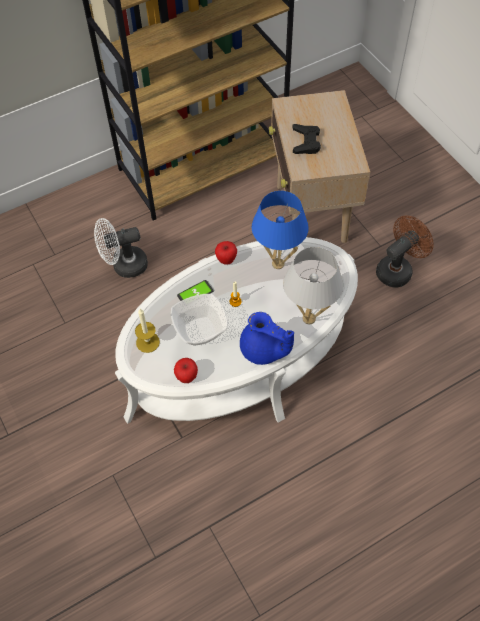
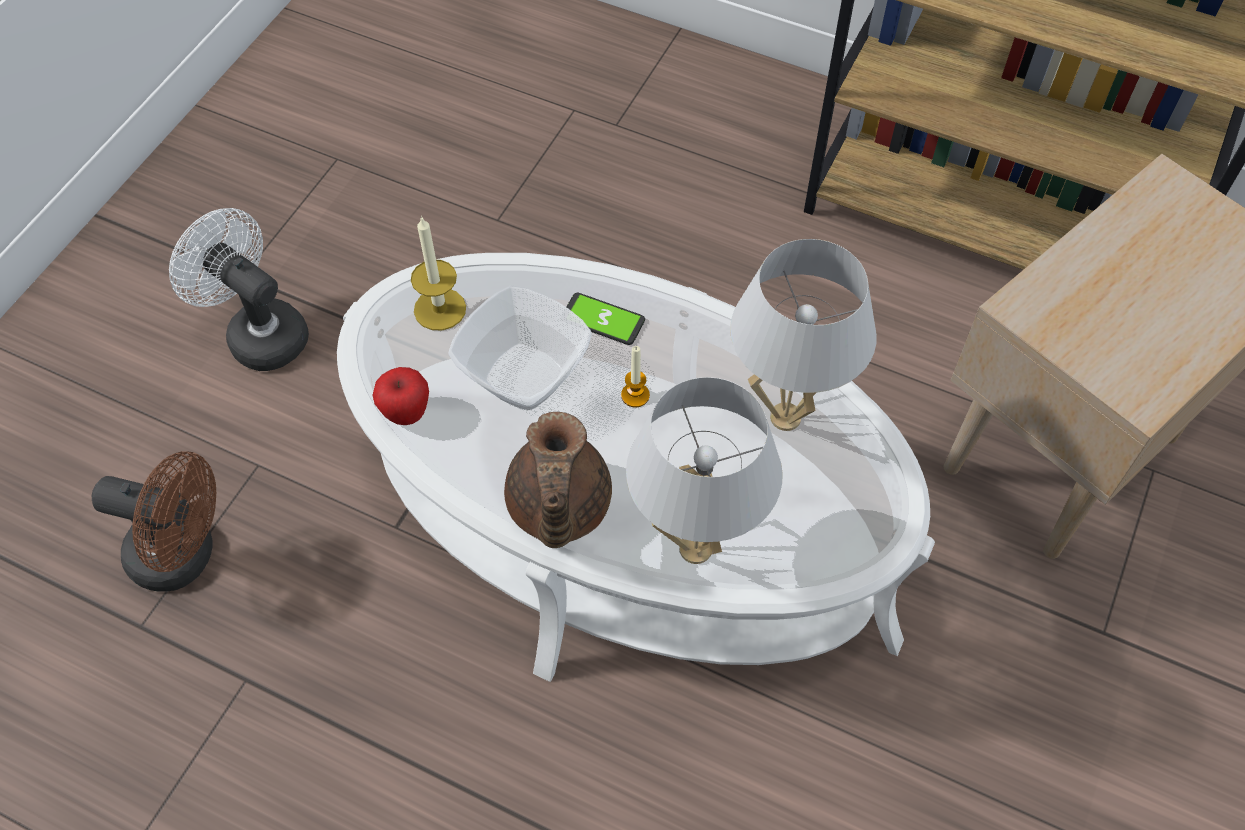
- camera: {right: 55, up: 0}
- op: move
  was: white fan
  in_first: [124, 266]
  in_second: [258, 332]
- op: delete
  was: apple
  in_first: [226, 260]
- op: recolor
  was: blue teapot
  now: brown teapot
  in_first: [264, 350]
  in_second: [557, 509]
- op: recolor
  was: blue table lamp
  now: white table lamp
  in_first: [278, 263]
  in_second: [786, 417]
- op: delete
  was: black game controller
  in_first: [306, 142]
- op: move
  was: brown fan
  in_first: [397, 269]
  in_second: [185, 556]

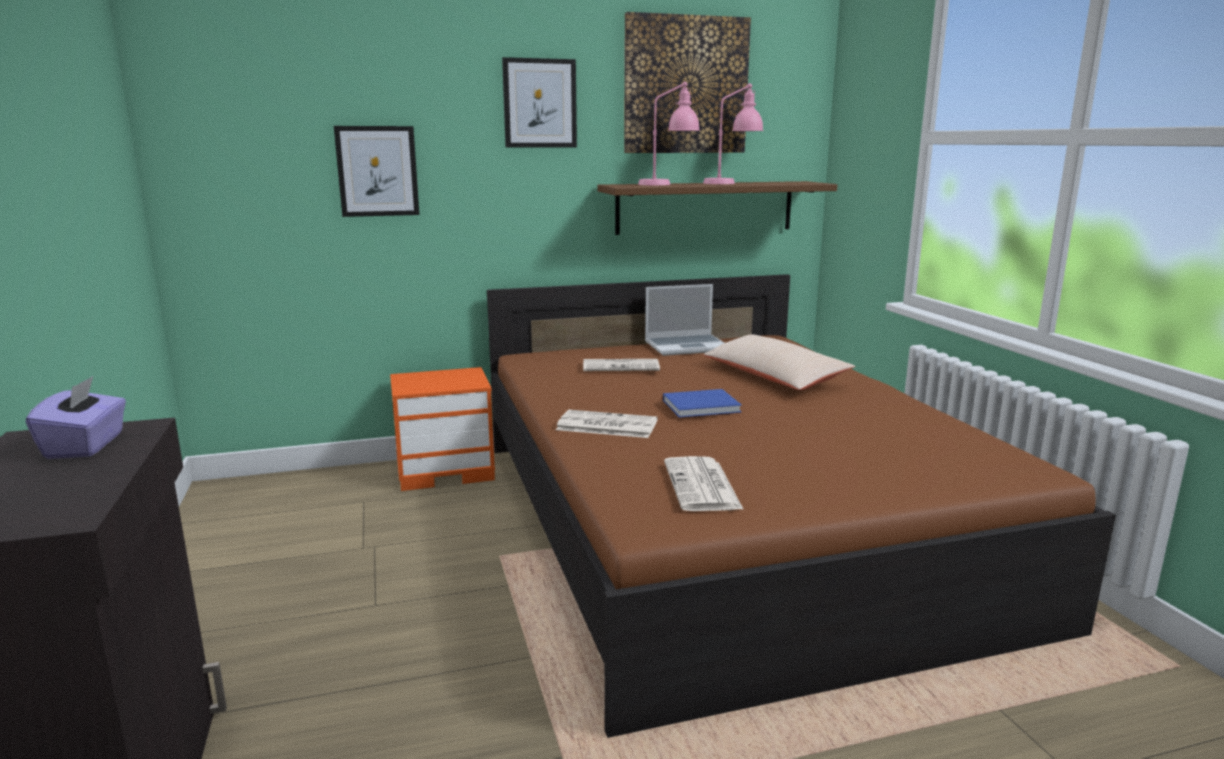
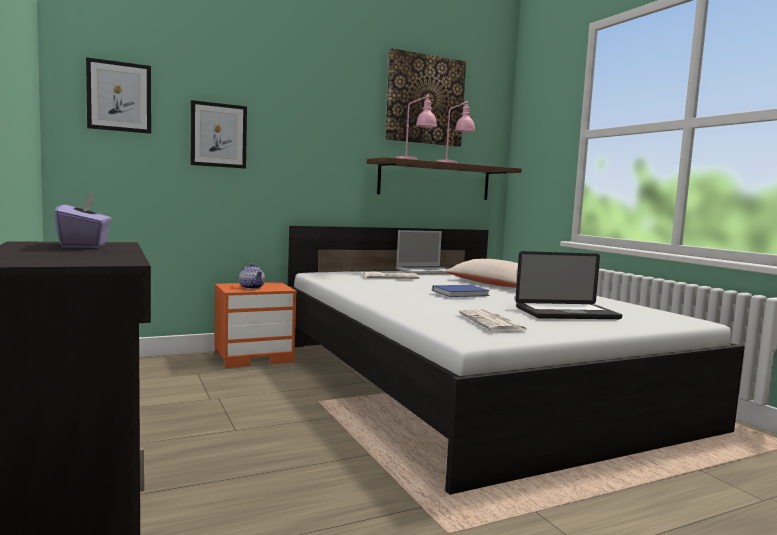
- camera: {right: -10, up: -10}
- op: recolor
  was: brown bed
  now: white bed
  in_first: [722, 523]
  in_second: [469, 382]
- op: move
  was: picture
  in_first: [540, 103]
  in_second: [119, 96]
- op: delete
  was: newspaper
  in_first: [605, 425]
- op: insert
  now: teapot
  in_second: [252, 287]
- op: insert
  now: laptop
  in_second: [566, 313]

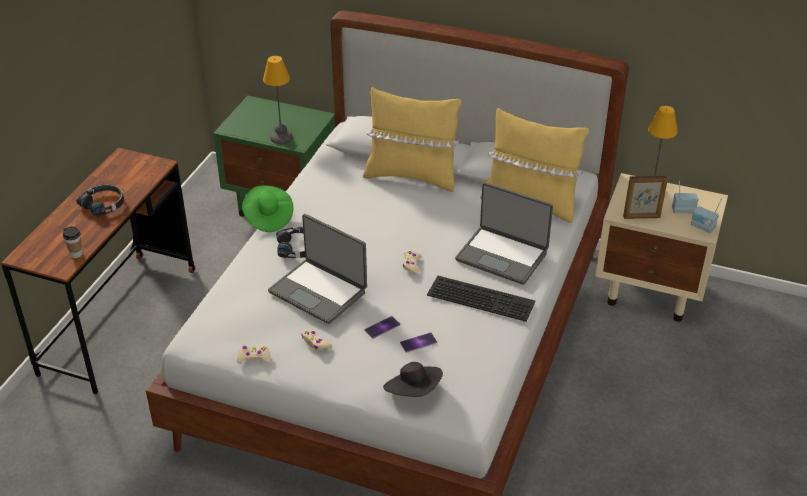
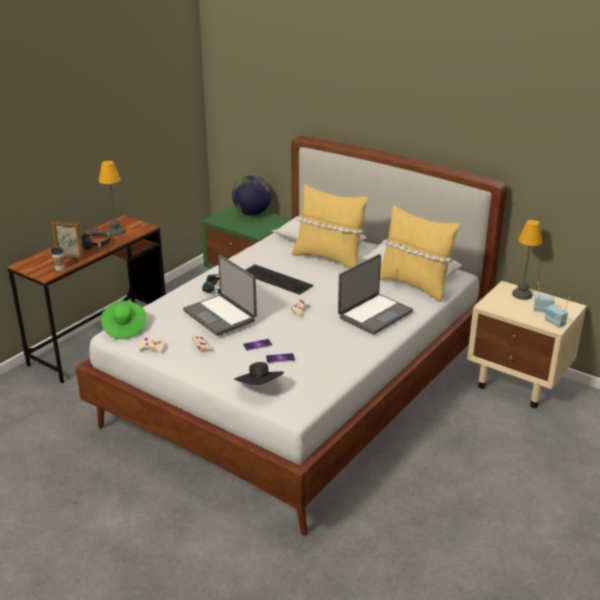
- camera: {right: 15, up: -10}
- op: move
  was: green hat
  in_first: [268, 218]
  in_second: [124, 328]
- op: move
  was: table lamp
  in_first: [282, 137]
  in_second: [116, 232]
- op: move
  was: keyboard
  in_first: [482, 297]
  in_second: [278, 279]
- op: rotate
  was: laptop
  in_first: [502, 255]
  in_second: [374, 314]
  clockwise: -90
- op: move
  was: picture frame
  in_first: [642, 217]
  in_second: [70, 257]
- op: insert
  now: globe
  in_second: [252, 213]

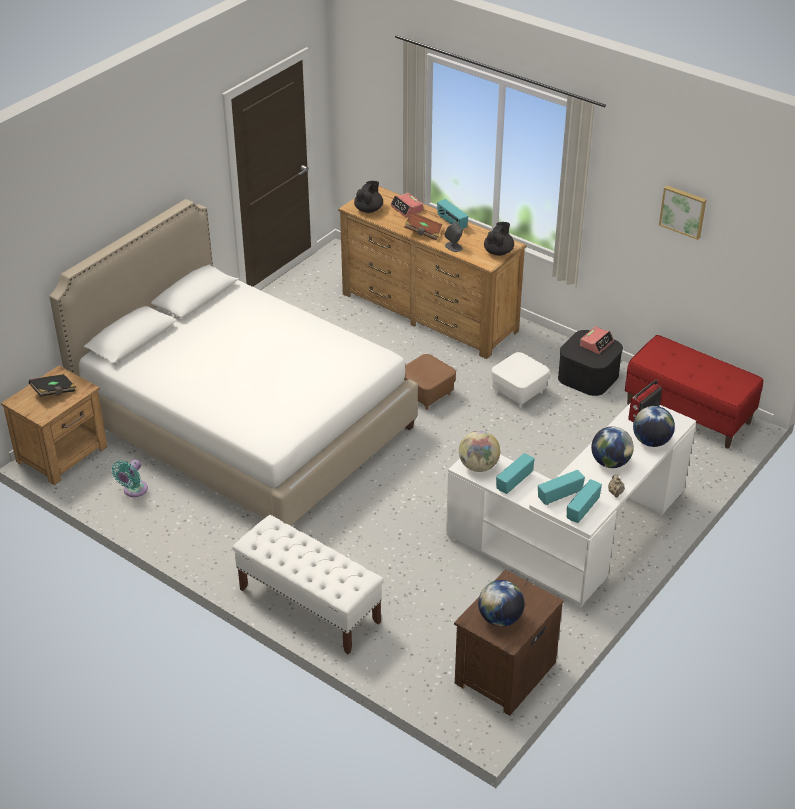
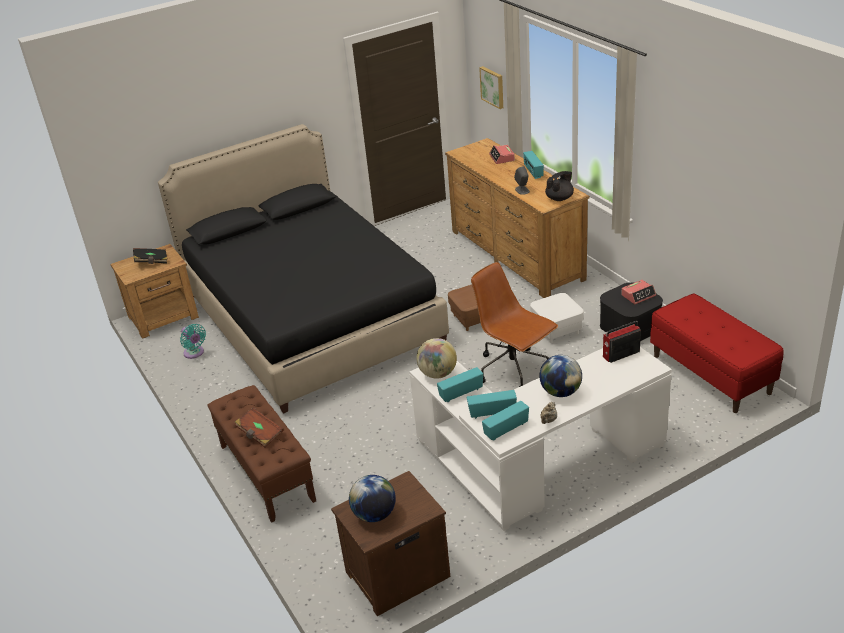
- camera: {right: 25, up: -5}
- op: recolor
  was: white bed
  now: black bed
  in_first: [244, 424]
  in_second: [311, 318]
- op: rotate
  was: turquoise fan
  in_first: [133, 490]
  in_second: [195, 353]
  clockwise: -90
- op: recolor
  was: white bench
  now: brown bench
  in_first: [309, 605]
  in_second: [266, 473]
- op: delete
  was: black teapot
  in_first: [369, 209]
- op: move
  was: brown book
  in_first: [423, 232]
  in_second: [260, 434]
- op: delete
  was: globe
  in_first: [651, 441]
- op: move
  was: picture
  in_first: [683, 211]
  in_second: [493, 87]
- op: insert
  now: brown office chair
  in_second: [514, 370]

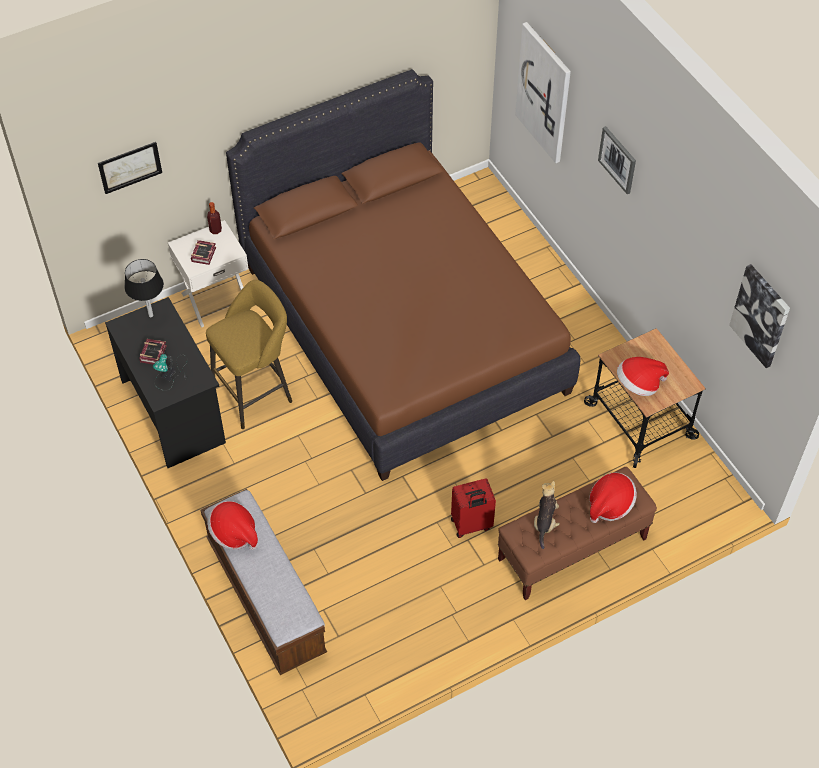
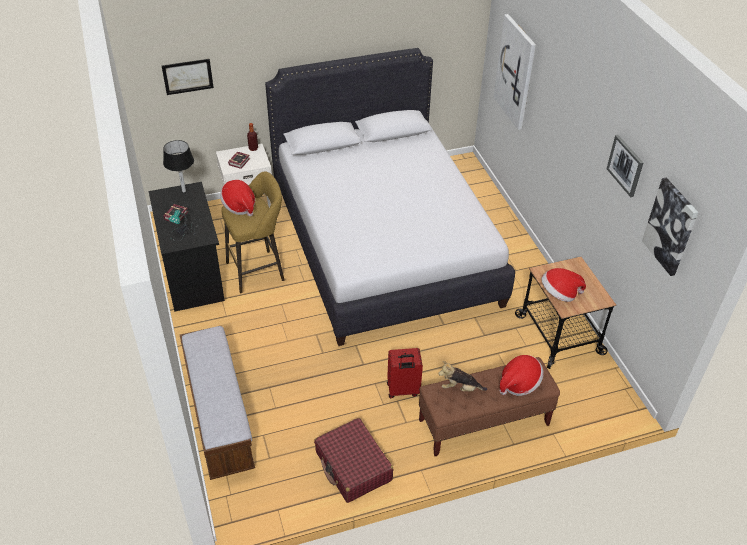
- camera: {right: 10, up: -10}
- op: move
  was: hat
  in_first: [234, 533]
  in_second: [239, 206]
- op: recolor
  was: brown bed
  now: white bed
  in_first: [403, 329]
  in_second: [383, 244]
- op: rotate
  was: plush toy
  in_first: [545, 522]
  in_second: [460, 388]
  clockwise: -105
- op: move
  was: picture
  in_first: [618, 159]
  in_second: [625, 165]
- op: insert
  now: red suitcase
  in_second: [353, 466]

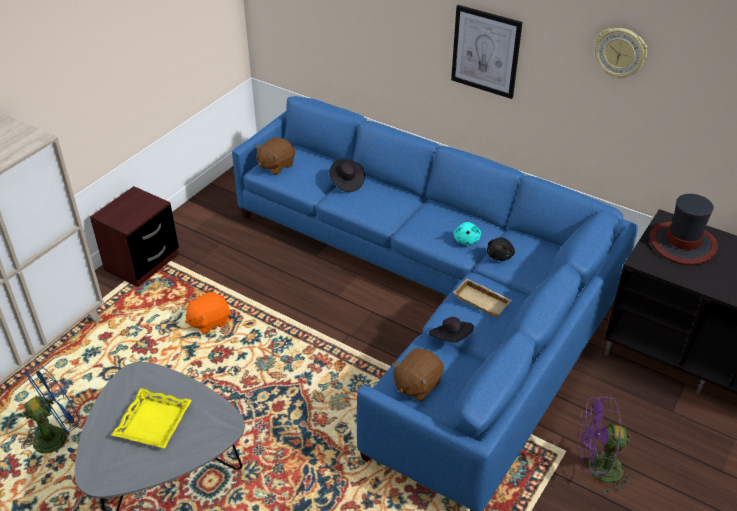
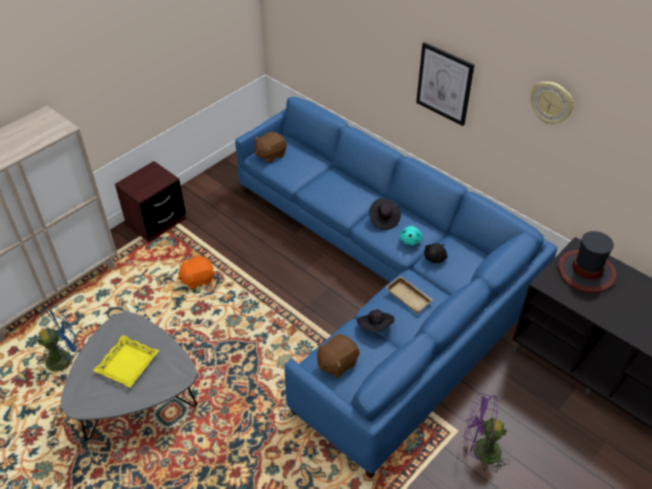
- camera: {right: 10, up: 5}
- op: move
  was: black hat
  in_first: [346, 182]
  in_second: [383, 220]

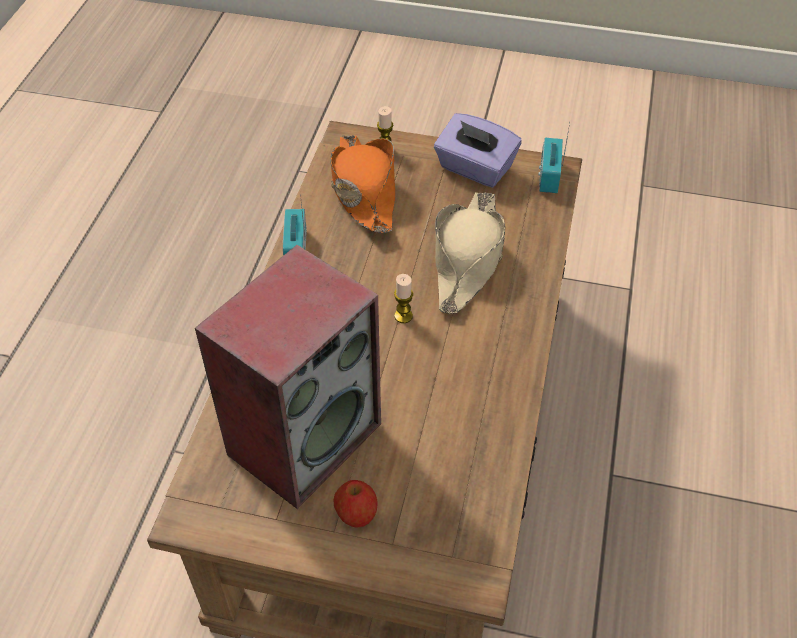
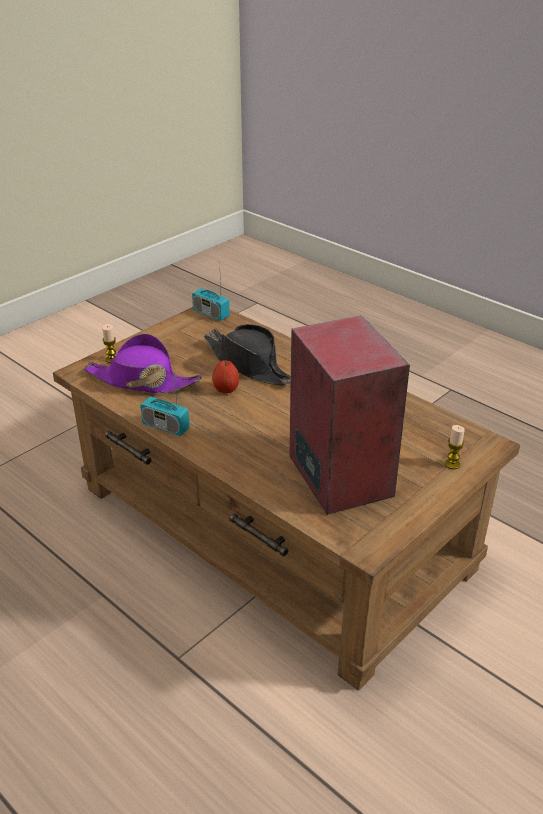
- camera: {right: -60, up: -15}
- op: recolor
  was: orange hat
  now: purple hat
  in_first: [364, 190]
  in_second: [142, 381]
- op: move
  was: apple
  in_first: [356, 515]
  in_second: [226, 390]
- op: move
  was: candle
  in_first: [403, 316]
  in_second: [452, 464]
- op: delete
  was: purple tissue box
  in_first: [474, 169]
- op: recolor
  was: beige hat
  now: black hat
  in_first: [467, 259]
  in_second: [248, 364]

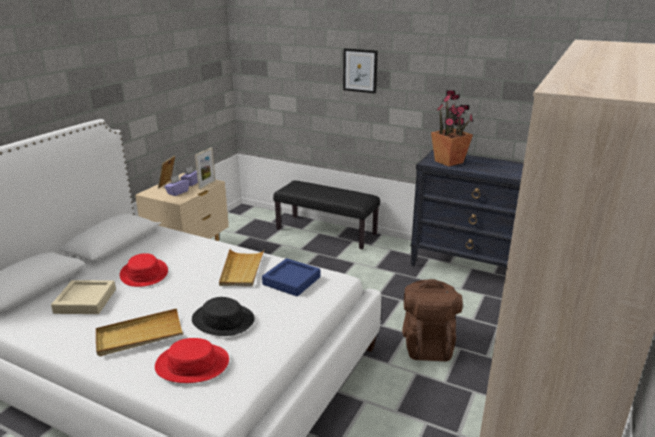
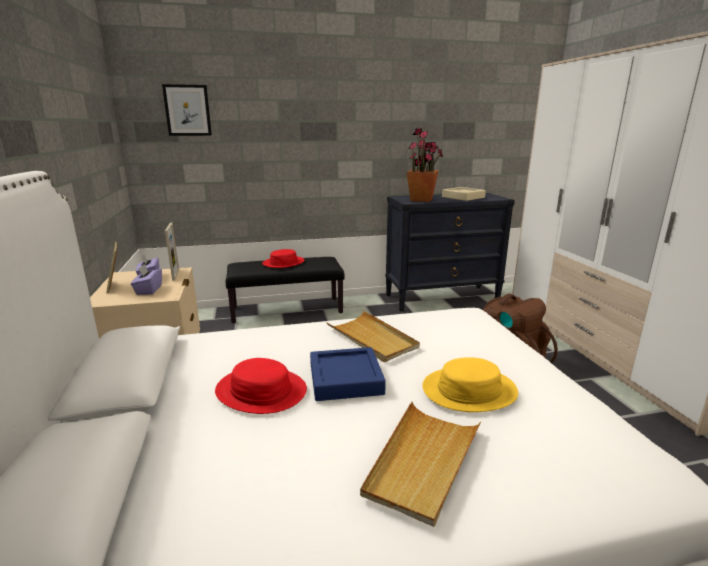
- camera: {right: -40, up: -5}
- op: move
  was: beige tray
  in_first: [85, 301]
  in_second: [463, 197]
- op: move
  was: red hat
  in_first: [192, 364]
  in_second: [283, 263]
- op: recolor
  was: black hat
  now: yellow hat
  in_first: [223, 320]
  in_second: [469, 390]
- op: move
  was: blue tray
  in_first: [291, 281]
  in_second: [345, 379]
- op: move
  was: picture
  in_first: [360, 70]
  in_second: [187, 110]

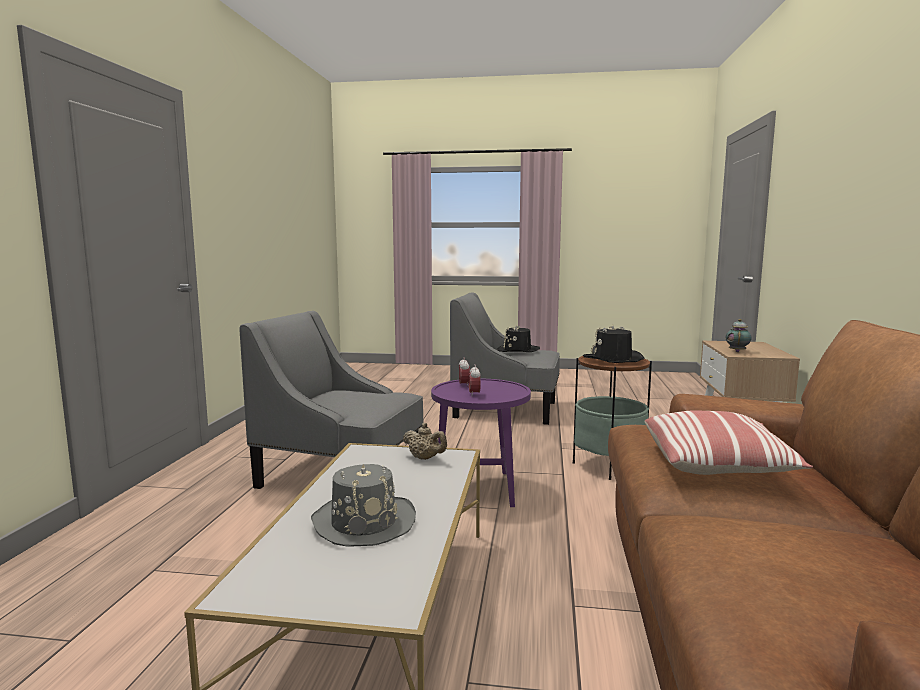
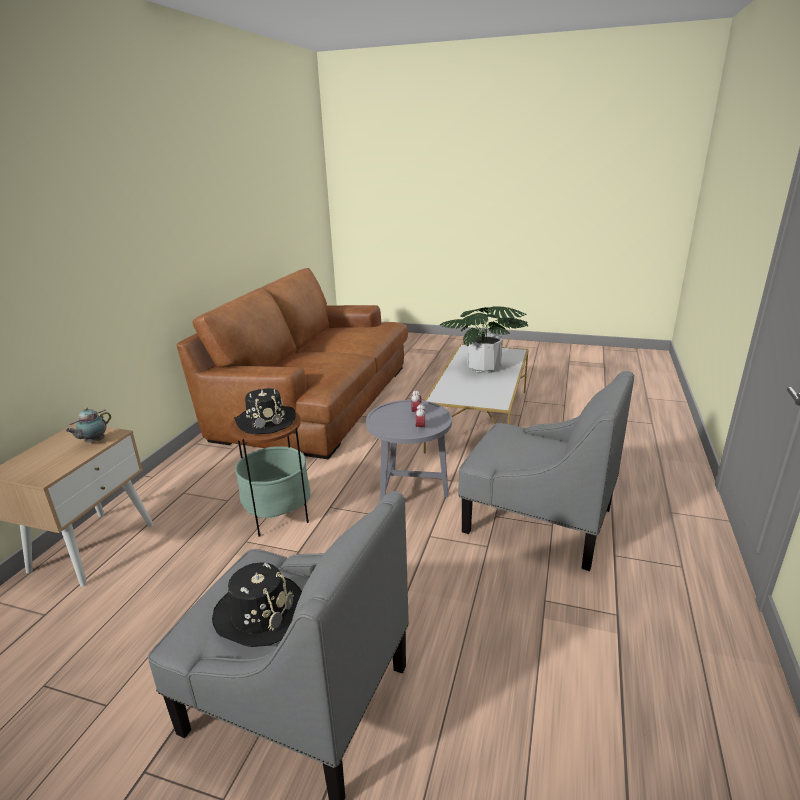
- camera: {right: -170, up: 15}
- op: replace
  was: grey hat
  now: potted plant
  in_first: [364, 522]
  in_second: [483, 367]
- op: delete
  was: beige teapot
  in_first: [425, 458]
- op: recolor
  was: purple side table
  now: grey side table
  in_first: [480, 489]
  in_second: [410, 493]
- op: delete
  was: pillow
  in_first: [717, 465]

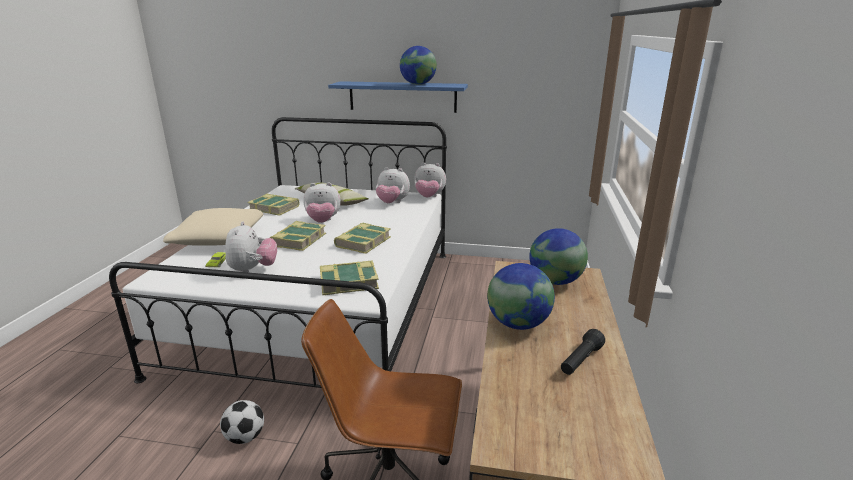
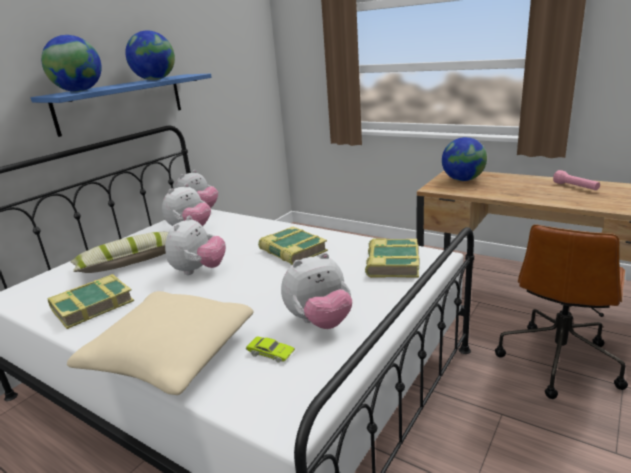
- camera: {right: -65, up: 0}
- op: delete
  was: football
  in_first: [245, 437]
- op: rotate
  was: plush toy
  in_first: [253, 270]
  in_second: [320, 322]
  clockwise: 135
- op: delete
  was: book
  in_first: [298, 240]
- op: move
  was: globe
  in_first: [518, 324]
  in_second: [79, 91]
- op: recolor
  was: black flashlight
  now: pink flashlight
  in_first: [580, 361]
  in_second: [575, 187]

